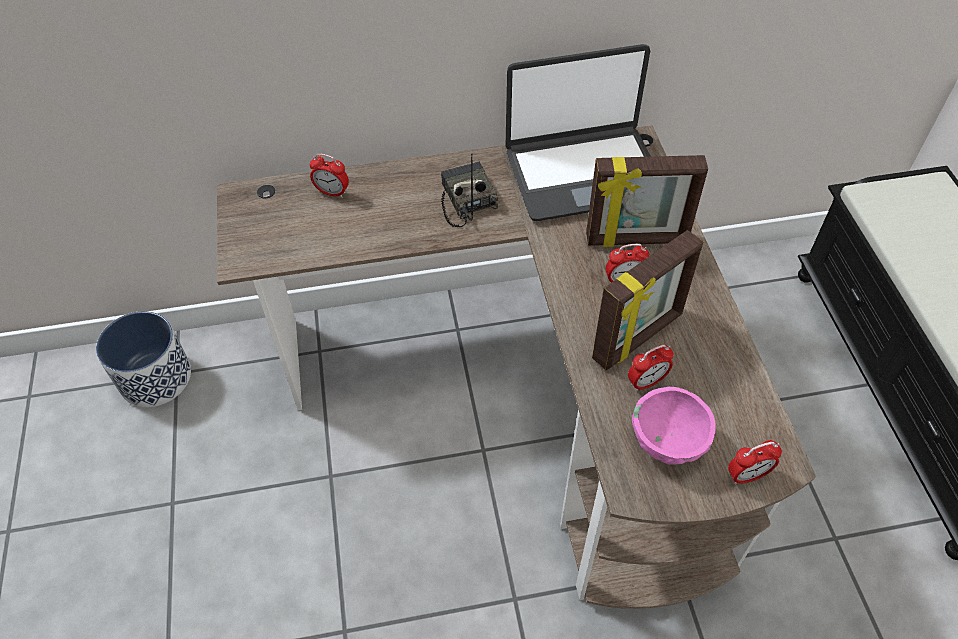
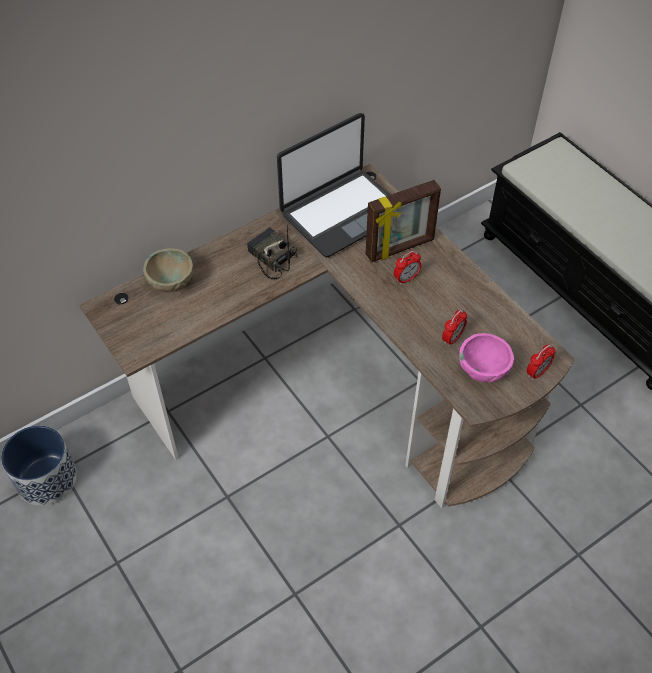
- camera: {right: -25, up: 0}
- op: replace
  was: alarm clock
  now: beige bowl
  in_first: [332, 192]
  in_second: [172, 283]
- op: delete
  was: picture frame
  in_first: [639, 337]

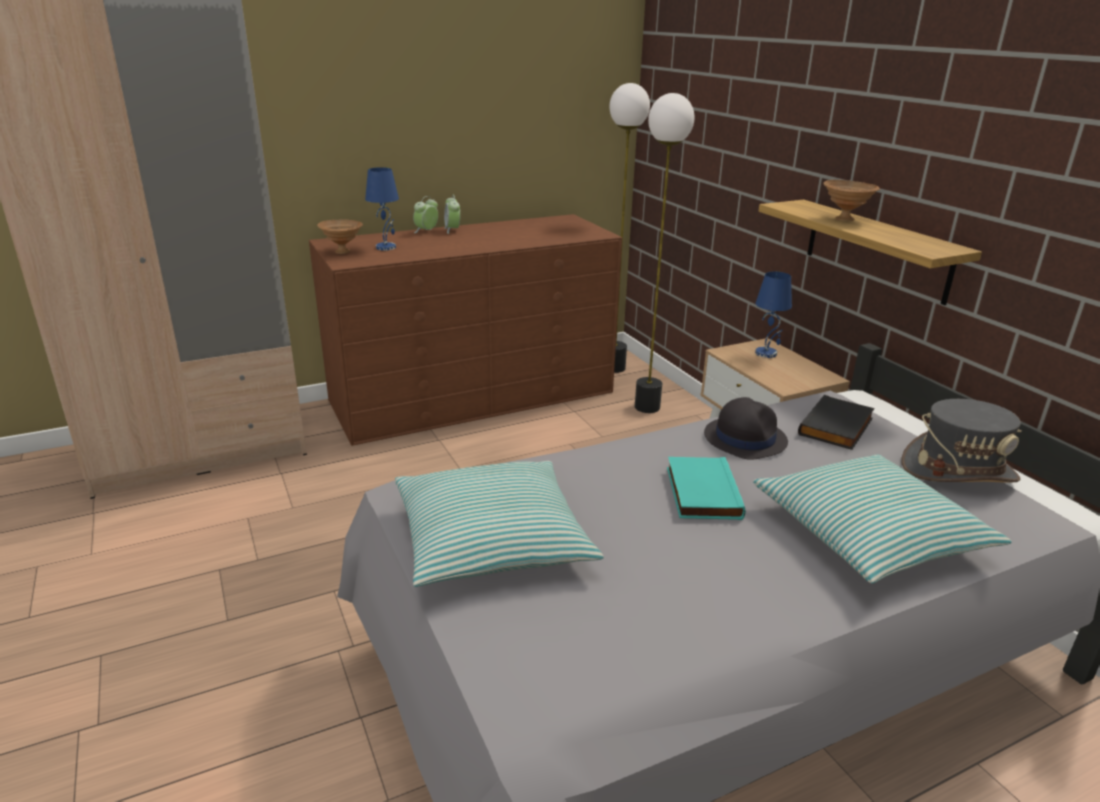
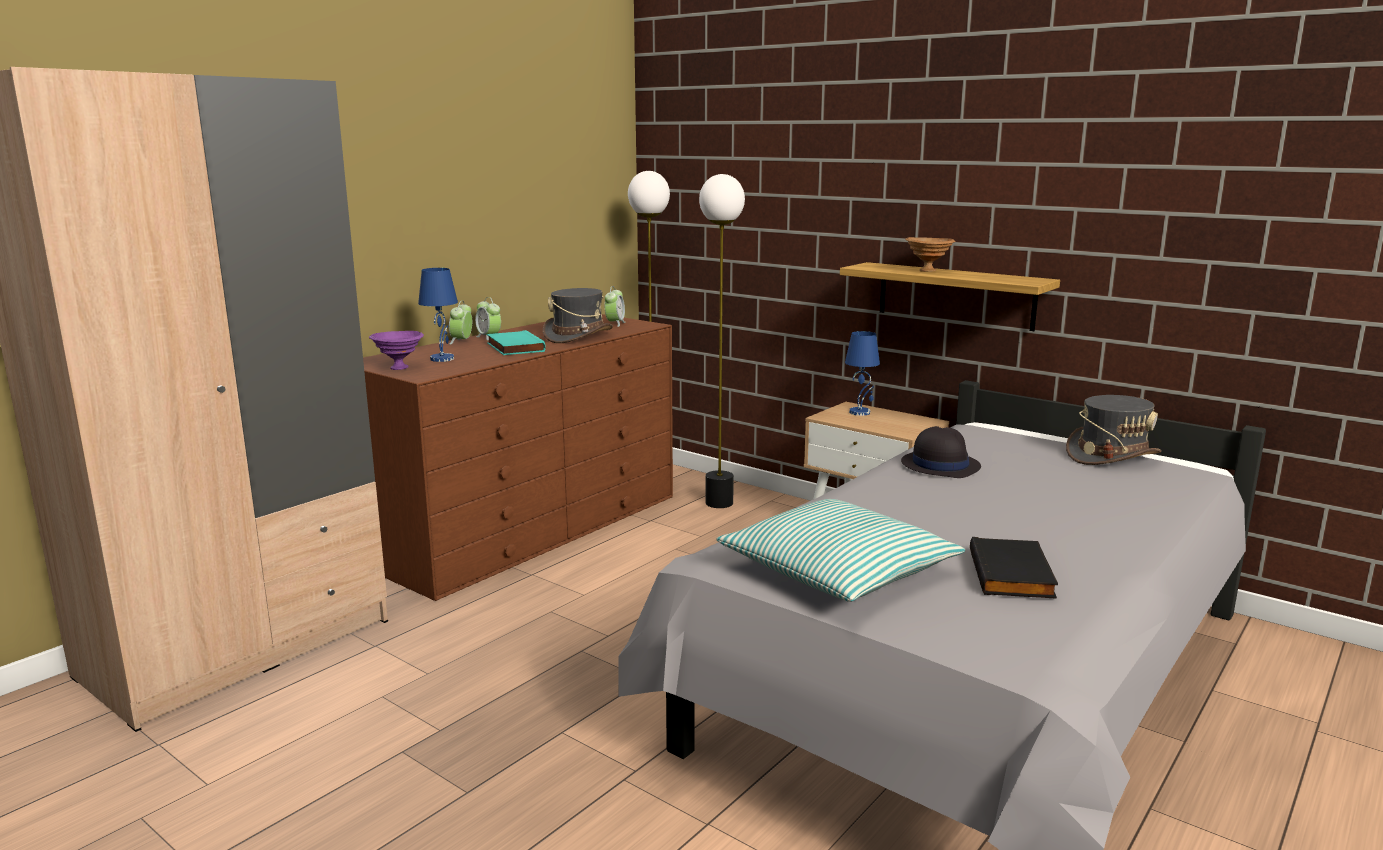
- camera: {right: -25, up: -10}
- op: recolor
  was: brown bowl
  now: purple bowl
  in_first: [342, 251]
  in_second: [398, 368]
- op: move
  was: turquoise book
  in_first: [700, 492]
  in_second: [514, 347]
- op: delete
  was: pillow
  in_first: [869, 533]
- op: move
  was: black book
  in_first: [837, 427]
  in_second: [1013, 574]
- op: insert
  now: grey hat
  in_second: [578, 336]
- op: insert
  now: alarm clock
  in_second: [615, 324]

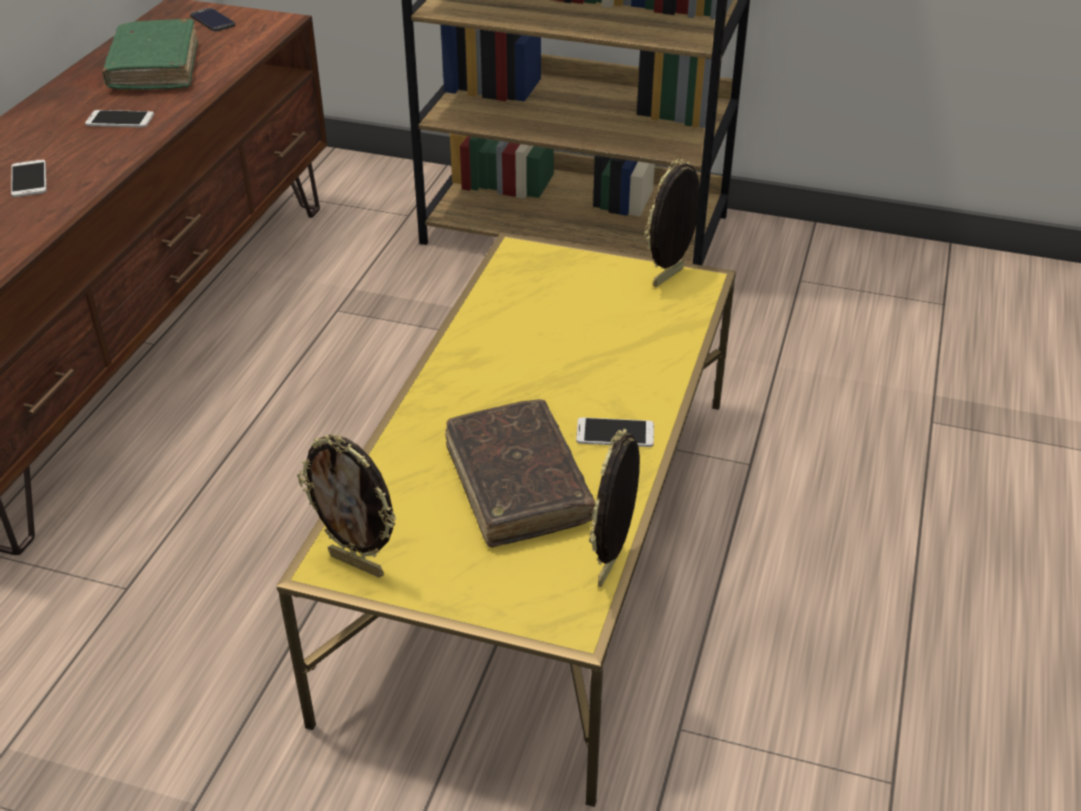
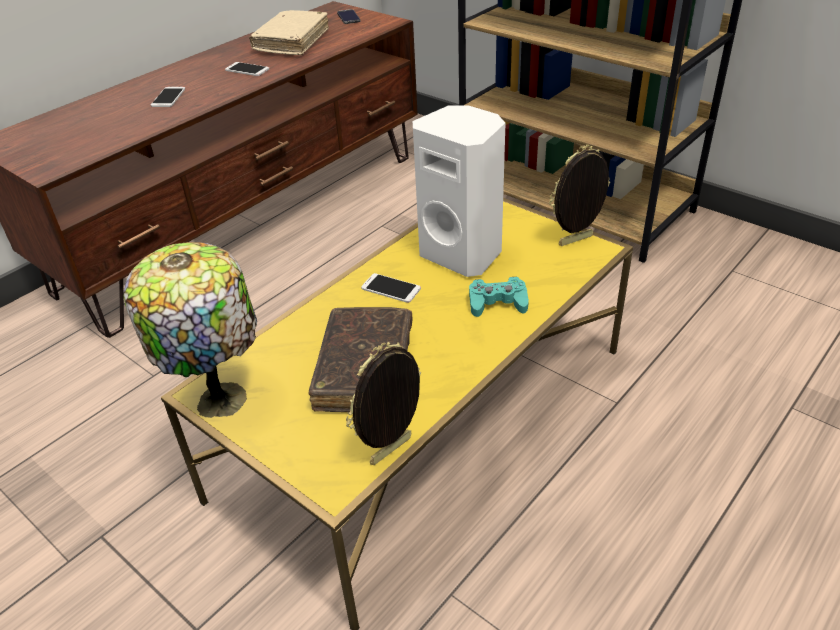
- camera: {right: 25, up: 0}
- op: recolor
  was: green book
  now: beige book
  in_first: [155, 68]
  in_second: [292, 41]
- op: replace
  was: picture frame
  now: table lamp
  in_first: [358, 563]
  in_second: [220, 397]
- op: move
  was: phone
  in_first: [615, 433]
  in_second: [391, 288]
- op: insert
  now: white speaker
  in_second: [463, 254]
- op: insert
  now: turquoise game controller
  in_second: [497, 303]

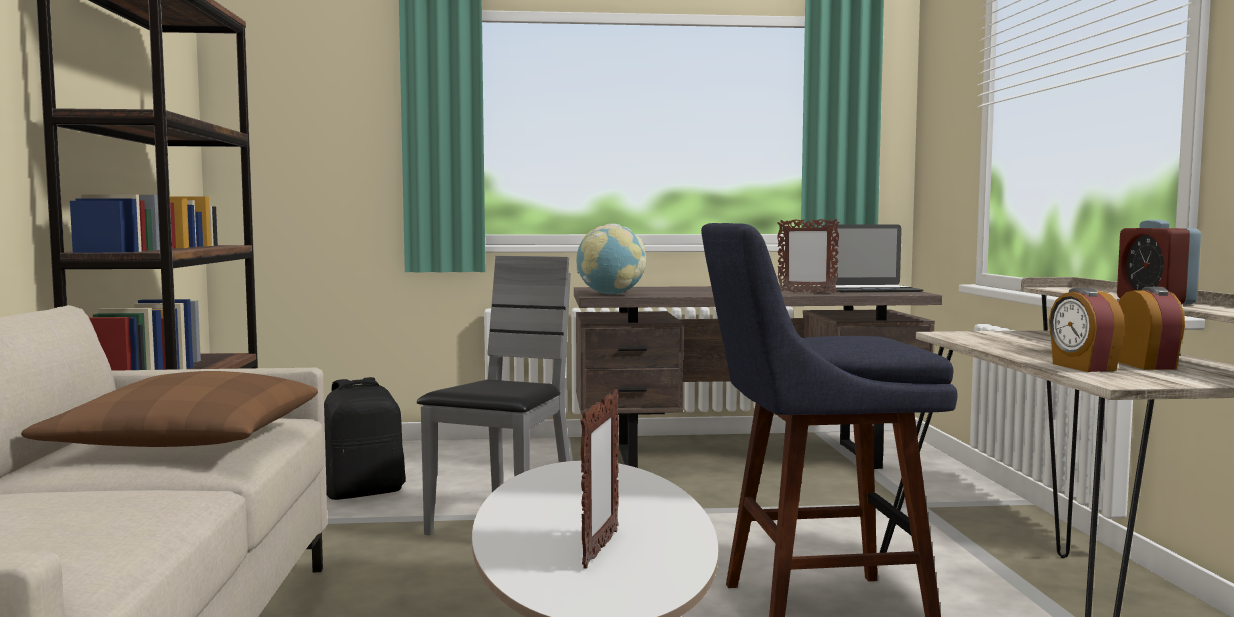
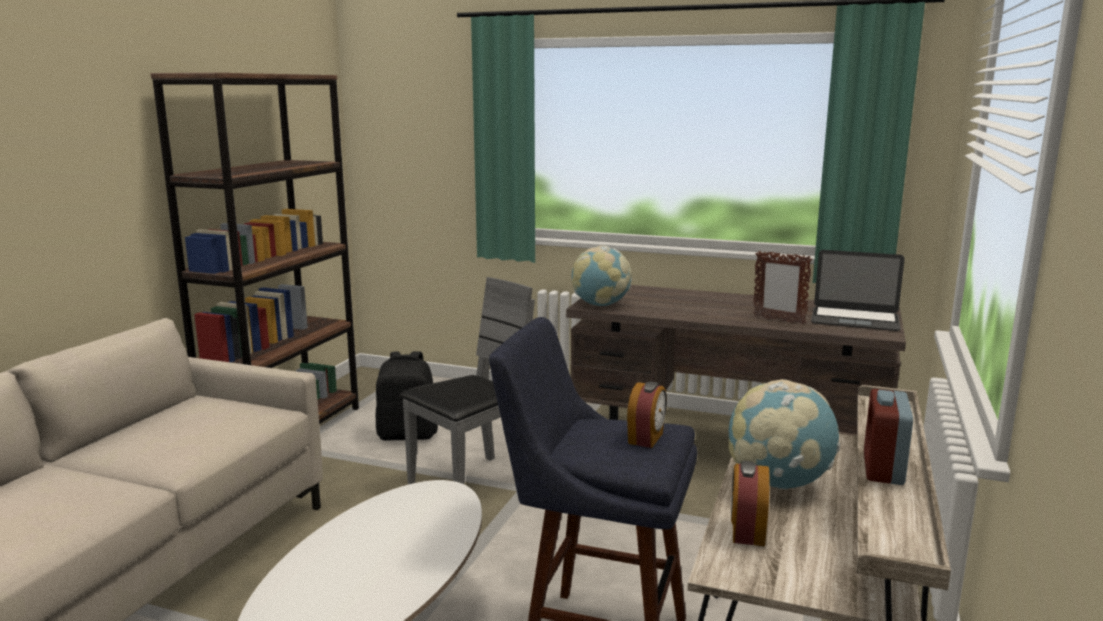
- camera: {right: 25, up: 10}
- op: delete
  was: brown pillow
  in_first: [187, 441]
- op: delete
  was: picture frame
  in_first: [600, 549]
- op: move
  was: alarm clock
  in_first: [1147, 365]
  in_second: [646, 438]
- op: insert
  now: globe
  in_second: [778, 482]

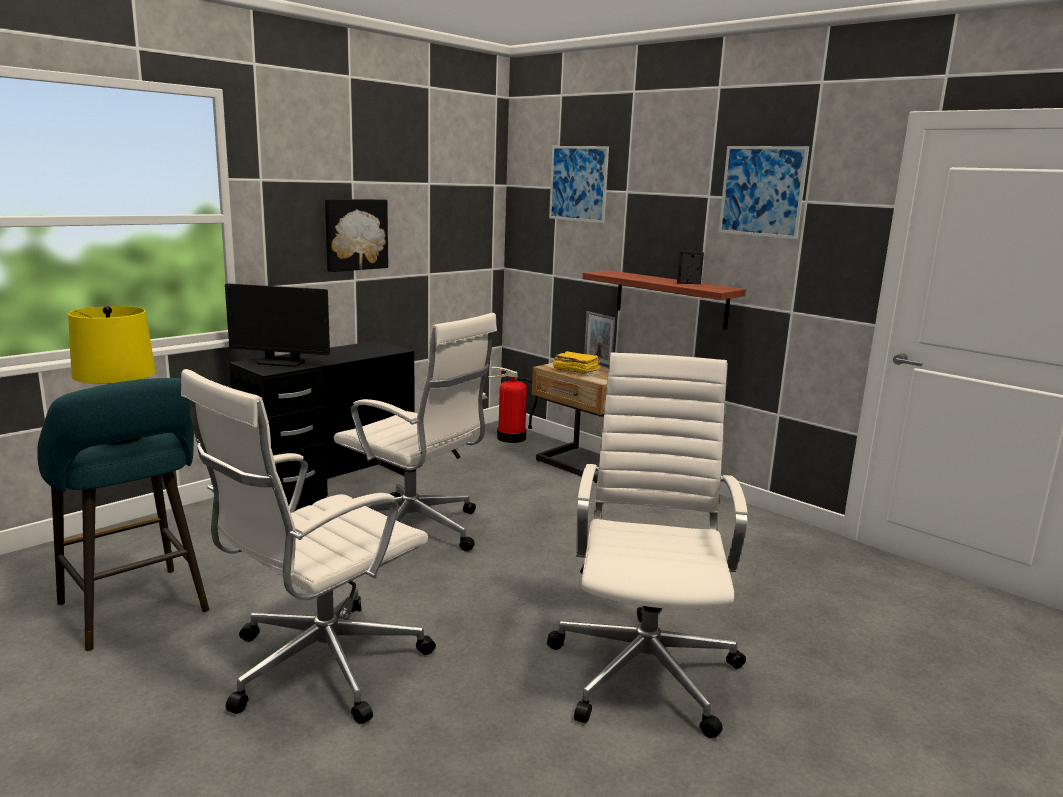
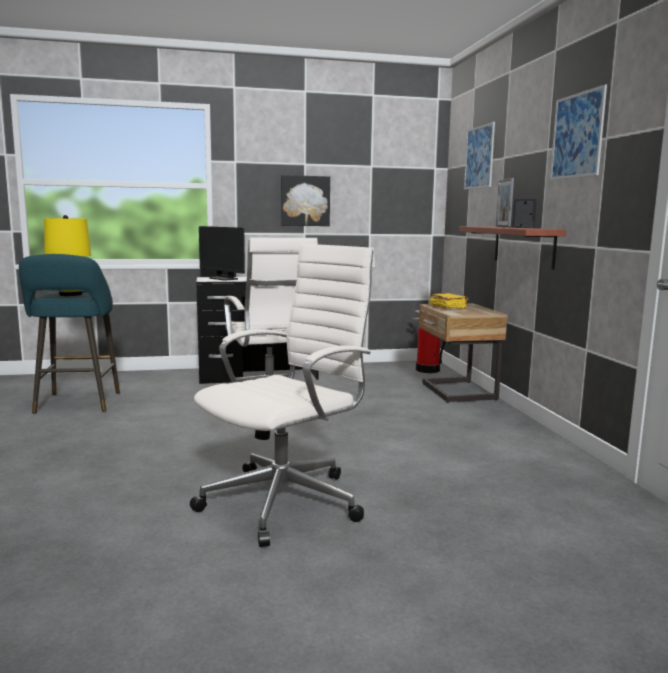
- camera: {right: 35, up: -5}
- op: delete
  was: white office chair
  in_first: [319, 666]
- op: move
  was: picture frame
  in_first: [598, 363]
  in_second: [502, 227]

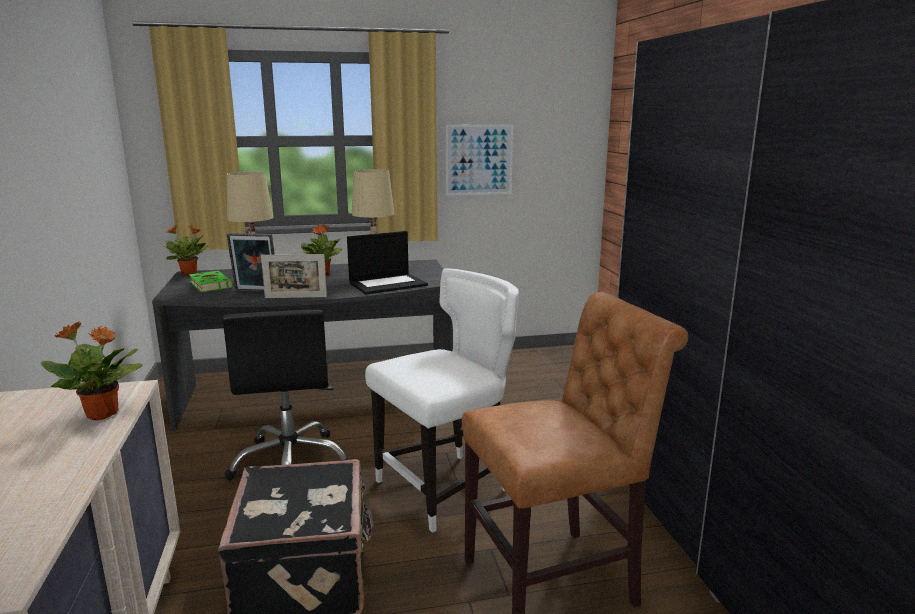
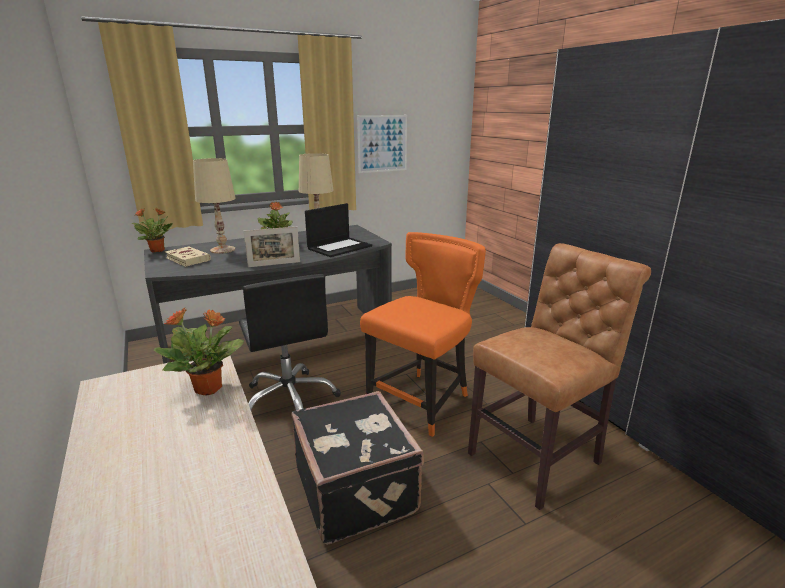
- camera: {right: -15, up: 5}
- op: recolor
  was: green book
  now: beige book
  in_first: [210, 284]
  in_second: [187, 259]
- op: delete
  was: picture frame
  in_first: [256, 292]
- op: recolor
  was: white chair
  now: orange chair
  in_first: [446, 488]
  in_second: [422, 400]

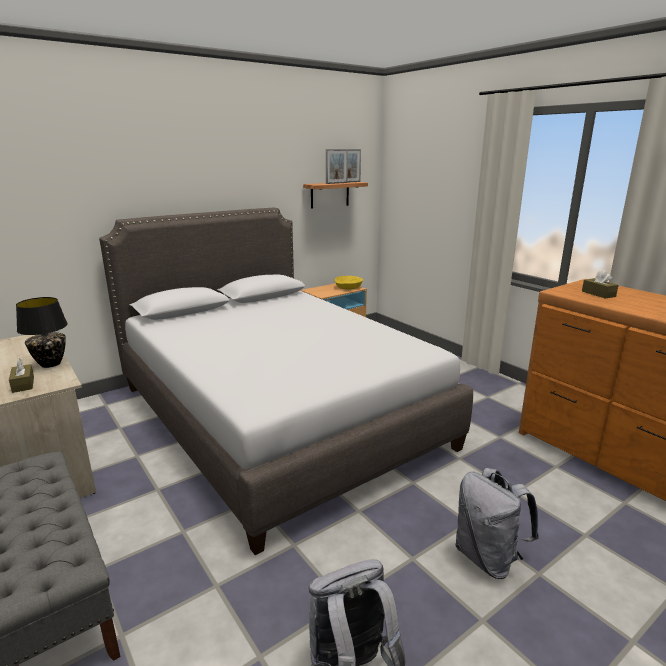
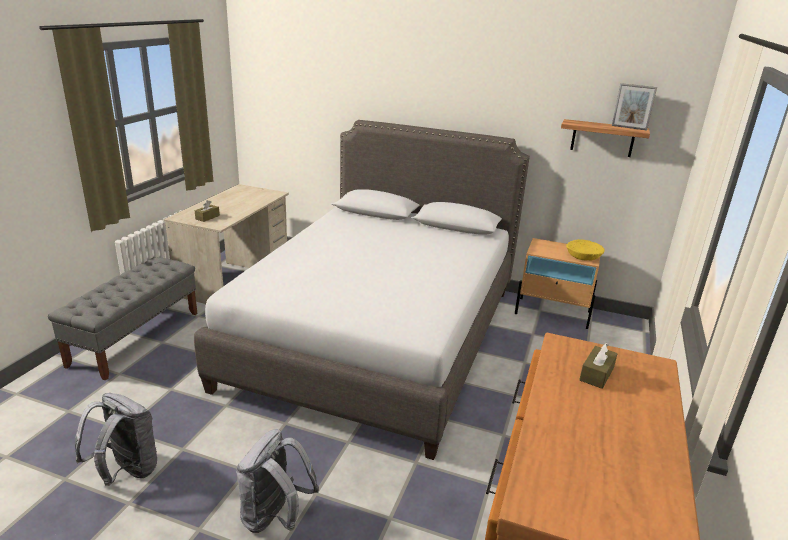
- camera: {right: 55, up: 5}
- op: delete
  was: black table lamp
  in_first: [51, 364]
- op: delete
  was: picture frame
  in_first: [336, 183]

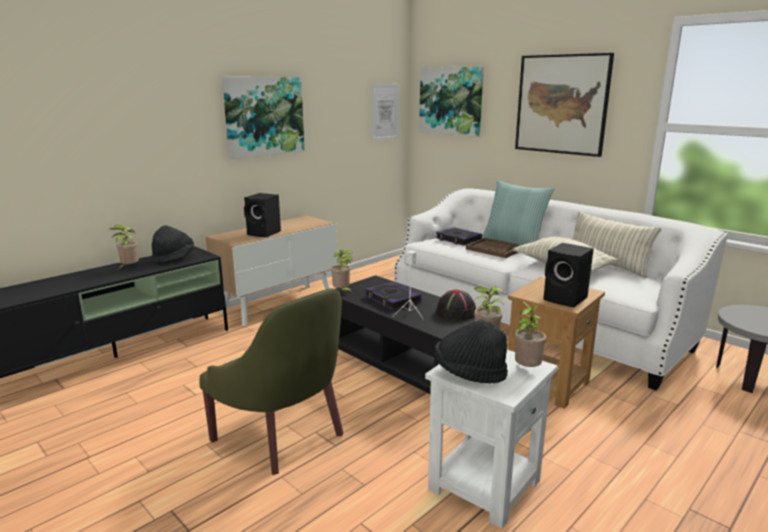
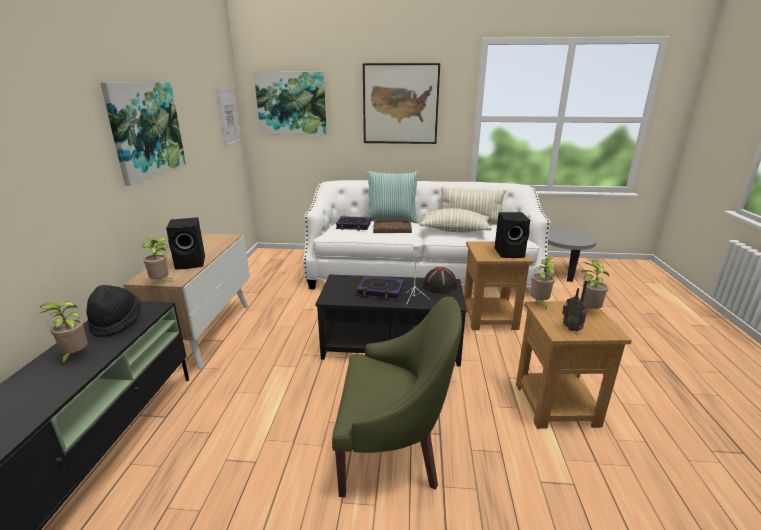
- camera: {right: -40, up: 5}
- op: move
  was: potted plant
  in_first: [342, 292]
  in_second: [162, 282]
- op: recolor
  was: white side table
  now: brown side table
  in_first: [484, 484]
  in_second: [555, 404]
- op: replace
  was: black hat
  now: radio
  in_first: [469, 373]
  in_second: [572, 328]

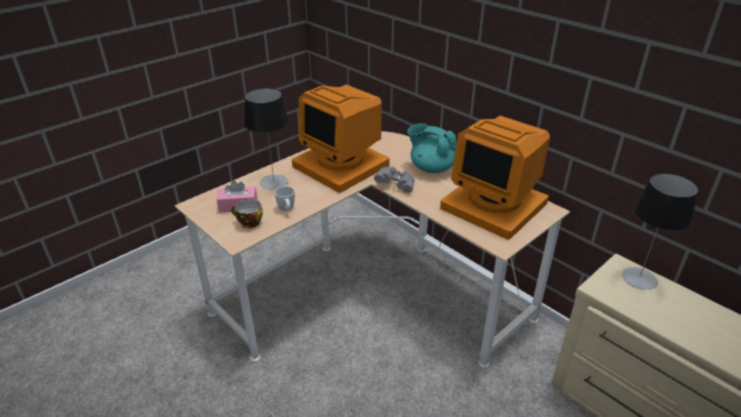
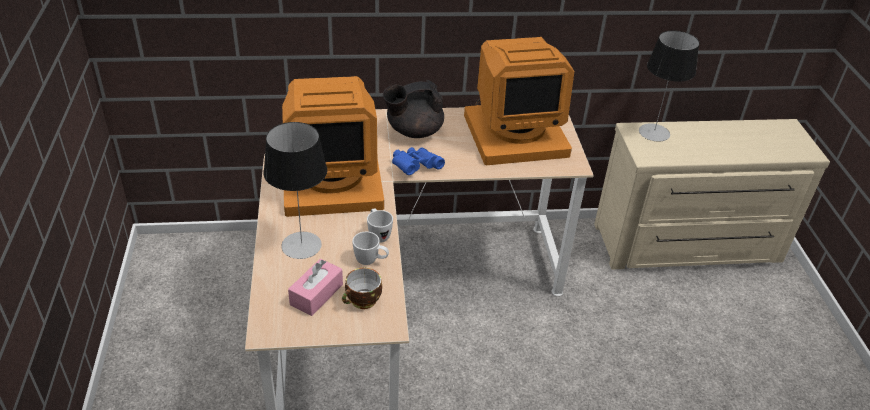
- camera: {right: -55, up: 5}
- op: recolor
  was: grey binoculars
  now: blue binoculars
  in_first: [395, 185]
  in_second: [415, 168]
- op: recolor
  was: turquoise teapot
  now: black teapot
  in_first: [431, 168]
  in_second: [413, 131]
- op: insert
  now: white mug
  in_second: [378, 234]

